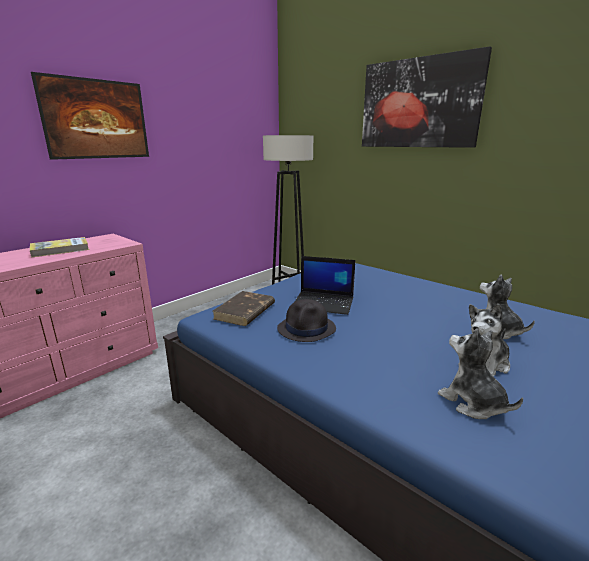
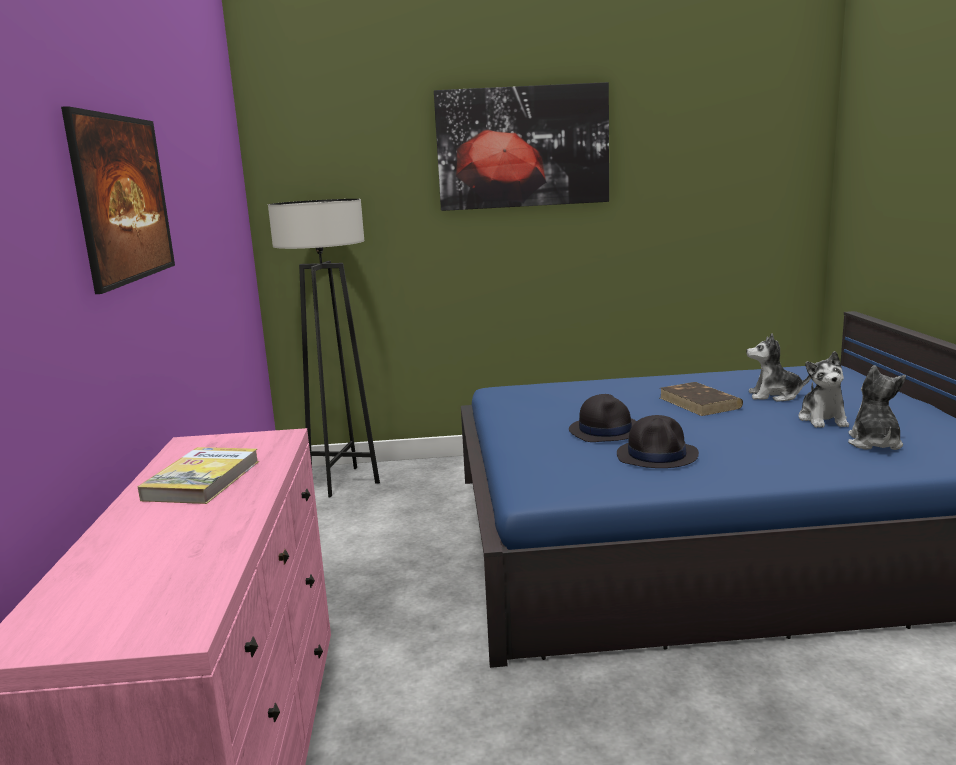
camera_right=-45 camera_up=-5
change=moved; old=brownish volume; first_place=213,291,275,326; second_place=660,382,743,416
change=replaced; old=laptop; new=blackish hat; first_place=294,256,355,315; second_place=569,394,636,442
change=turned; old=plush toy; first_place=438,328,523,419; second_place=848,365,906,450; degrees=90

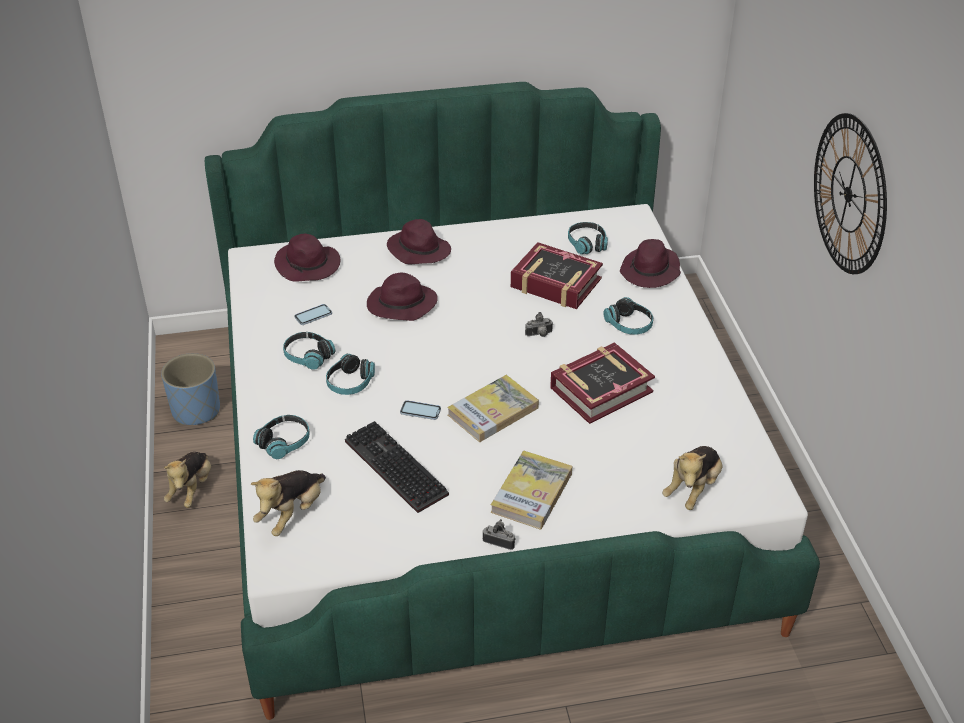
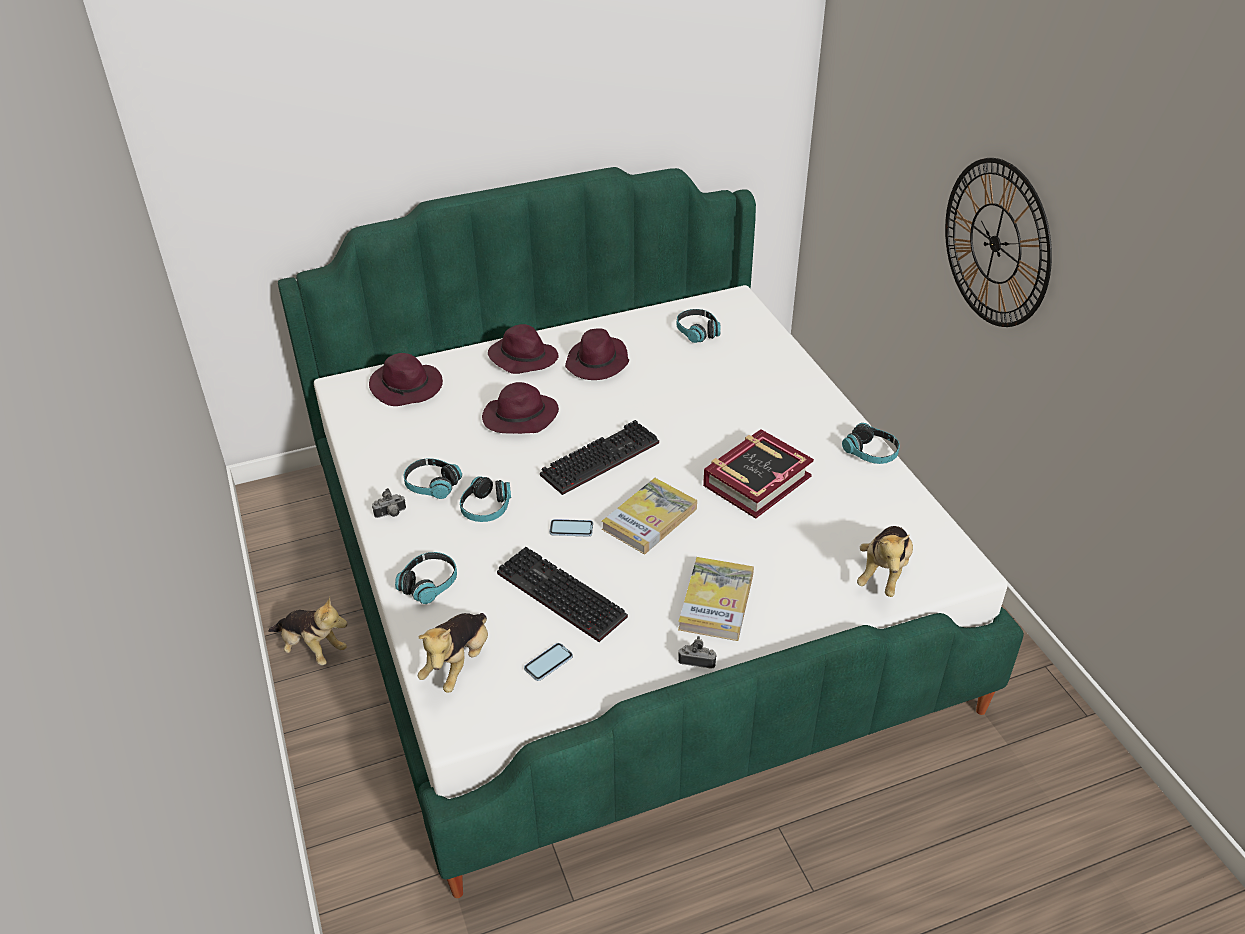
camera_right=-10 camera_up=0
change=removed; old=blue planter; first_place=161,353,220,425
change=turned; old=plush toy; first_place=164,452,211,508; second_place=268,596,348,666; degrees=-60
change=moved; old=telephone; first_place=294,304,332,325; second_place=524,643,573,681
change=removed; old=volume; first_place=511,242,603,309
change=moved; old=still camera; first_place=525,312,553,337; second_place=372,488,406,518
change=moved; old=headset; first_place=604,297,653,335; second_place=842,423,900,464
change=moved; old=purple hat; first_place=620,239,681,288; second_place=565,328,629,380
change=added; new=keyboard; second_place=540,420,659,495

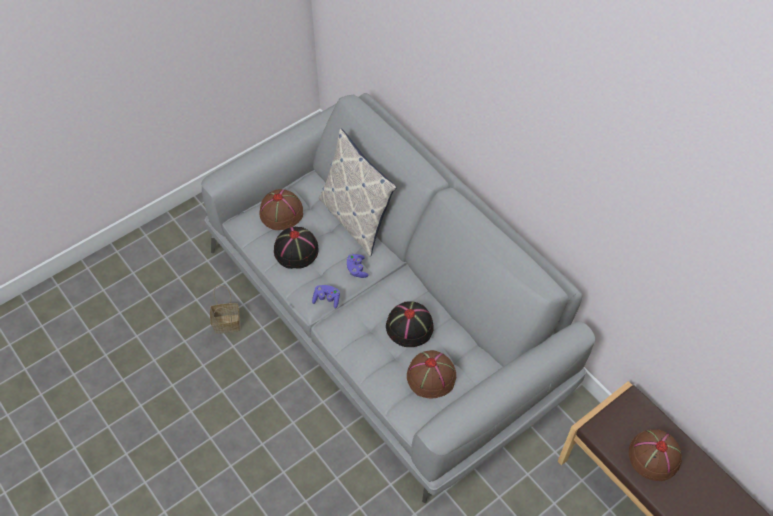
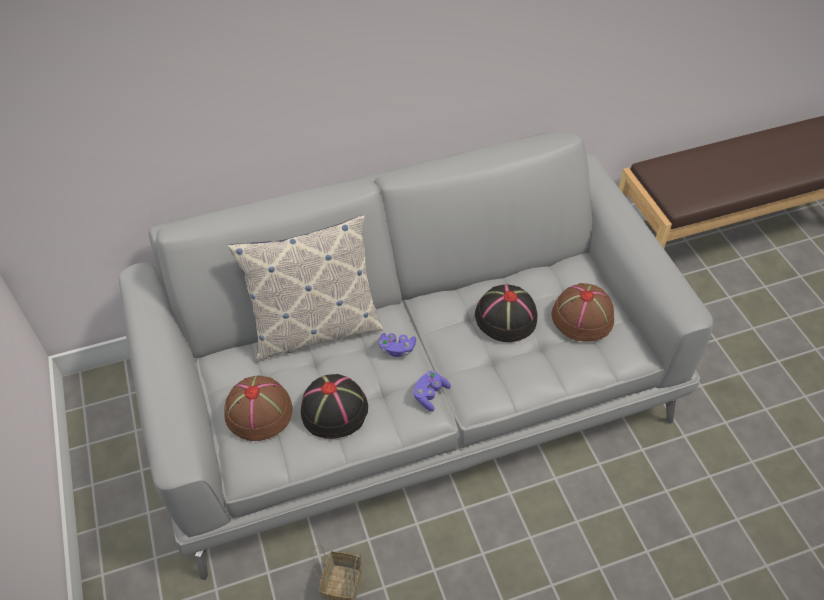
camera_right=-70 camera_up=-5
change=removed; old=brownish hat; first_place=629,429,682,481

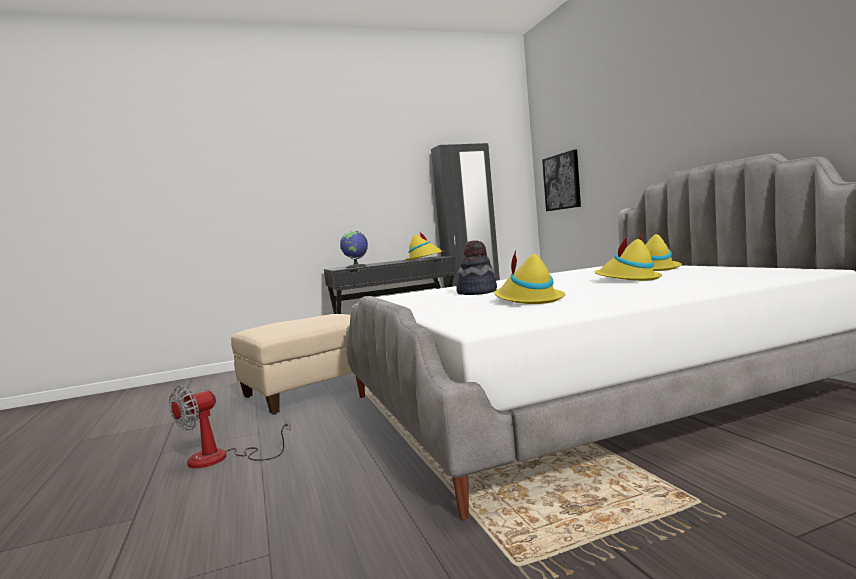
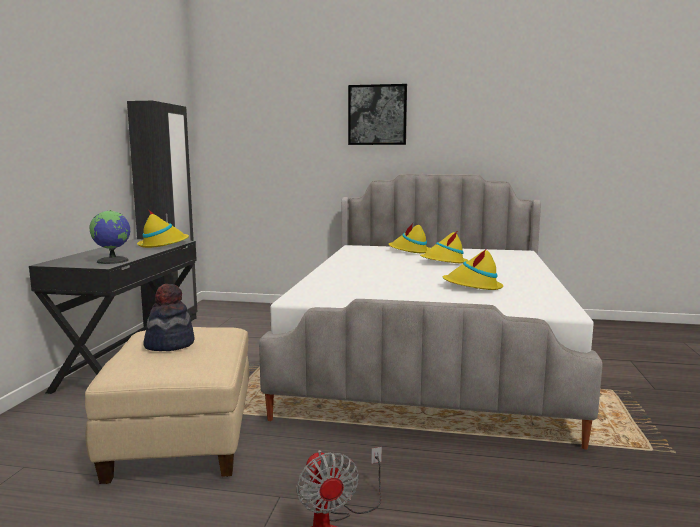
camera_right=-60 camera_up=5
change=moved; old=hat; first_place=456,240,497,295; second_place=143,284,195,351
change=moved; old=picture; first_place=542,150,581,211; second_place=348,84,407,145

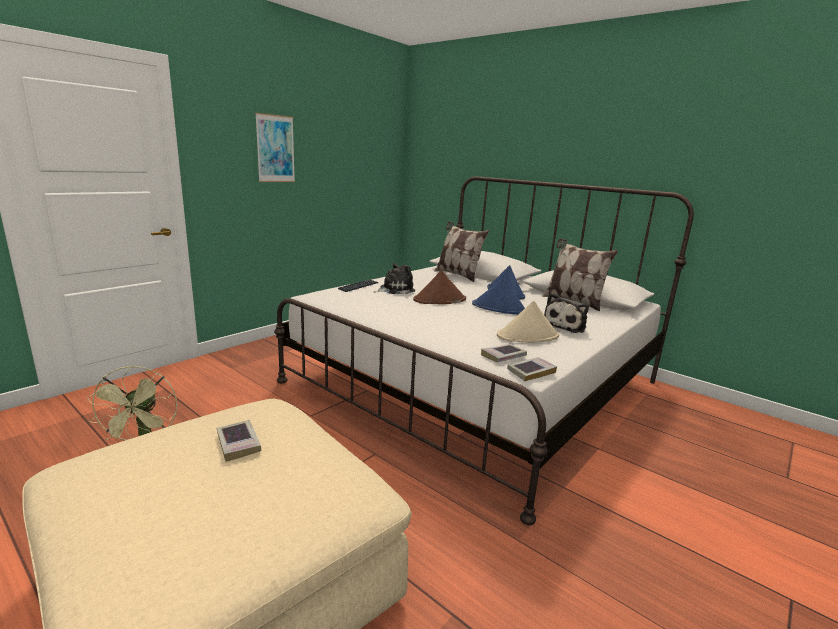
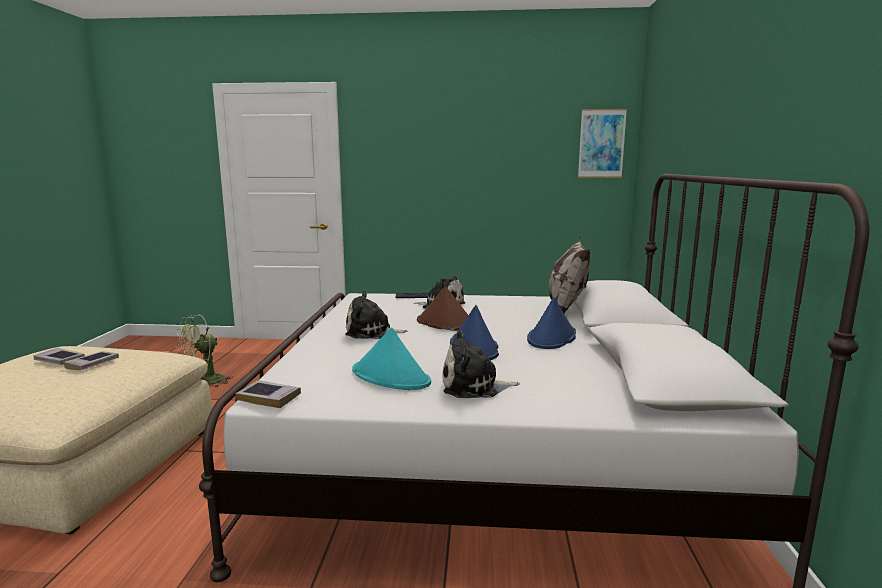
camera_right=55 camera_up=-5
change=moved; old=picture; first_place=255,113,295,182; second_place=578,109,627,178
change=moved; old=volume; first_place=481,344,527,363; second_place=34,348,85,365
change=recoloured; old=beige-coloured hat; new=turquoise-coloured hat; first_place=497,301,559,343; second_place=352,327,431,390
change=removed; old=cushion; first_place=543,238,618,311
change=added; new=plush toy; second_place=345,291,407,339

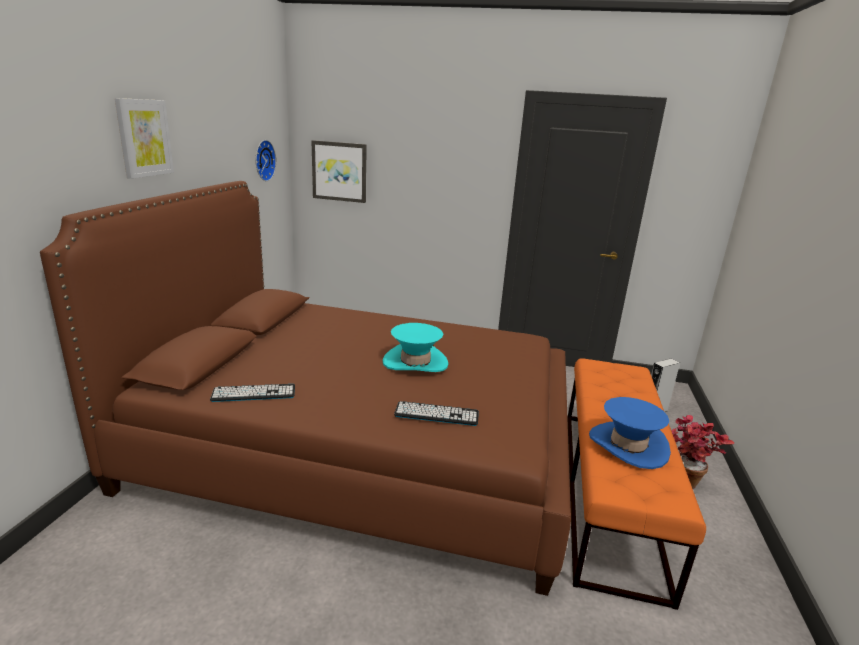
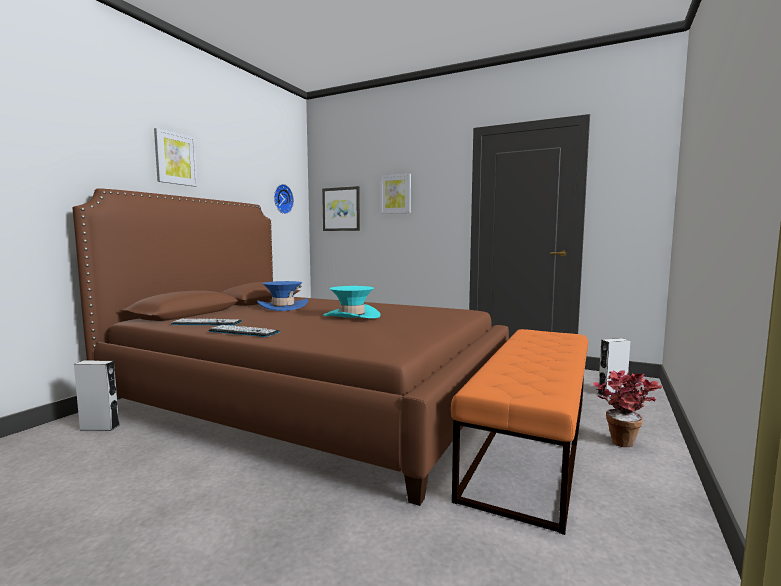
camera_right=15 camera_up=-15
change=moved; old=keyboard; first_place=394,401,479,426; second_place=208,325,280,337
change=moved; old=blue hat; first_place=589,397,671,469; second_place=257,281,308,311
change=added; new=greyish loudspeaker; second_place=74,361,119,431
change=added; new=picture; second_place=380,174,411,214

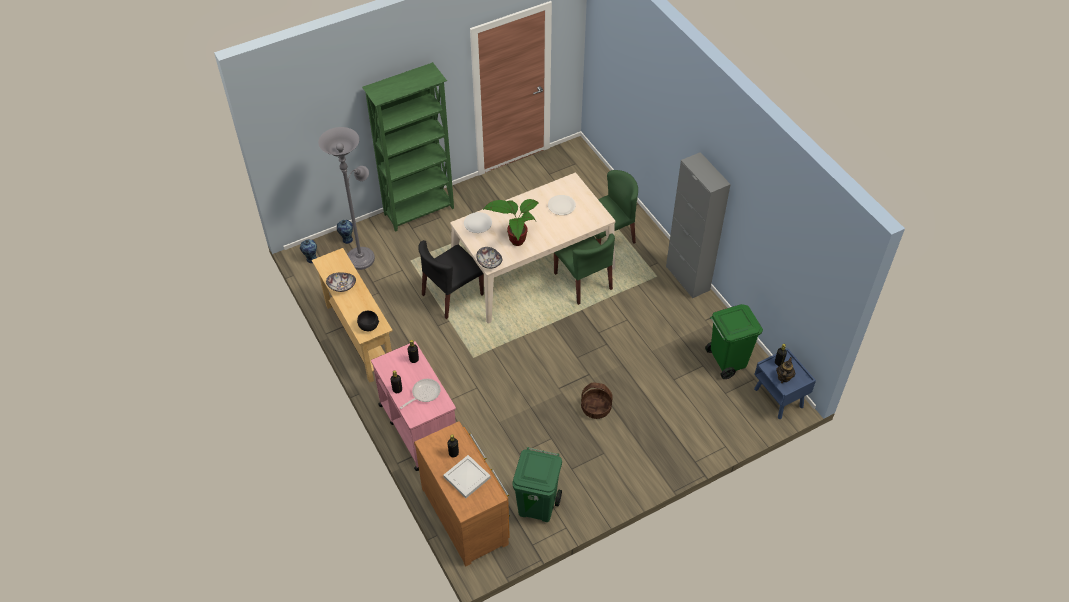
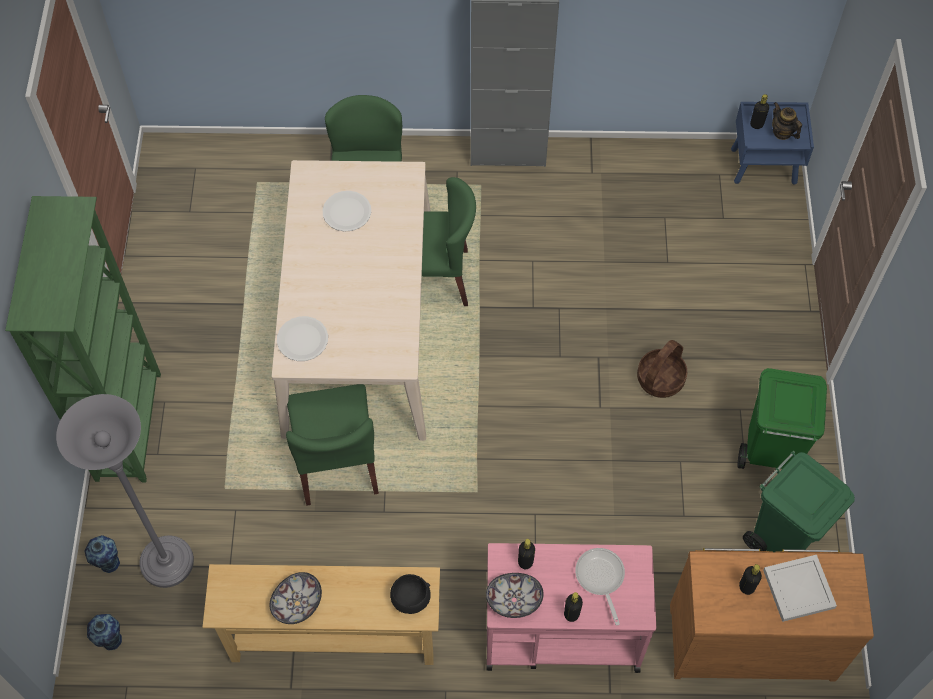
camera_right=-60 camera_up=10
change=recoloured; old=blackish chair; new=greenish chair; first_place=418,240,484,319; second_place=286,384,379,506
change=moved; old=bowl; first_place=476,247,502,269; second_place=486,573,544,618
change=removed; old=houseplant; first_place=483,199,538,246
change=moved; old=greenish trash can; first_place=705,304,763,379; second_place=738,368,827,469

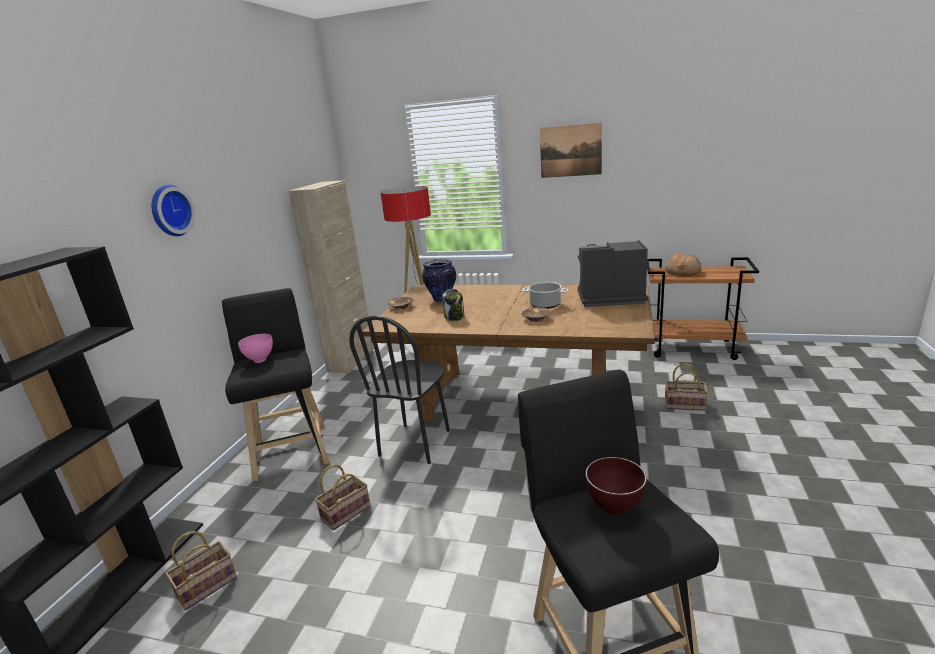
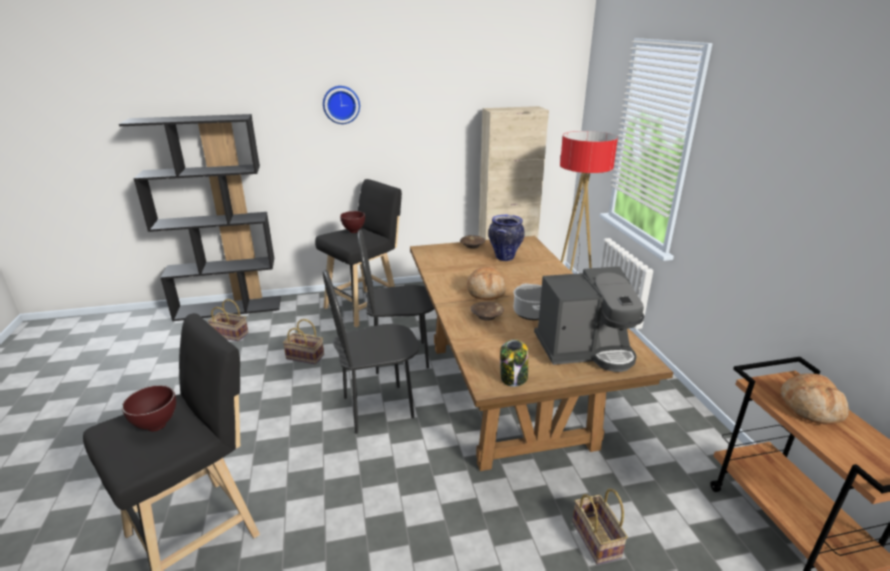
camera_right=60 camera_up=5
change=recoloured; old=pink bowl; new=brownish bowl; first_place=238,333,273,363; second_place=340,211,365,233
change=moved; old=jar; first_place=442,289,464,321; second_place=500,339,528,387
change=removed; old=picture; first_place=540,123,602,178
change=turned; old=coffee brewer; first_place=578,240,648,307; second_place=534,266,645,372; degrees=105
change=added; new=blackish chair; second_place=323,270,420,434
change=added; new=baked bread; second_place=467,267,506,300

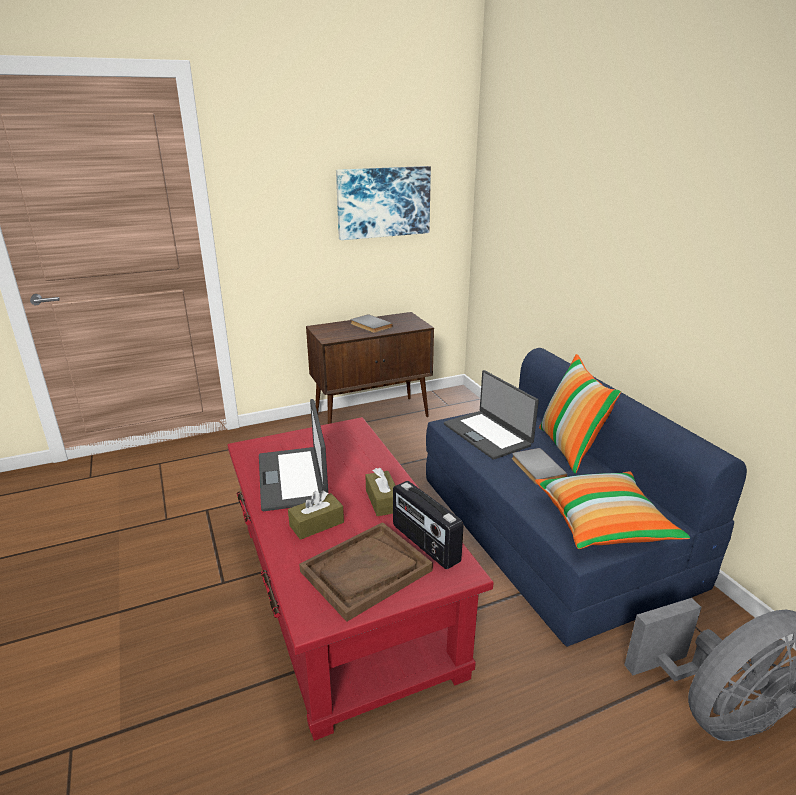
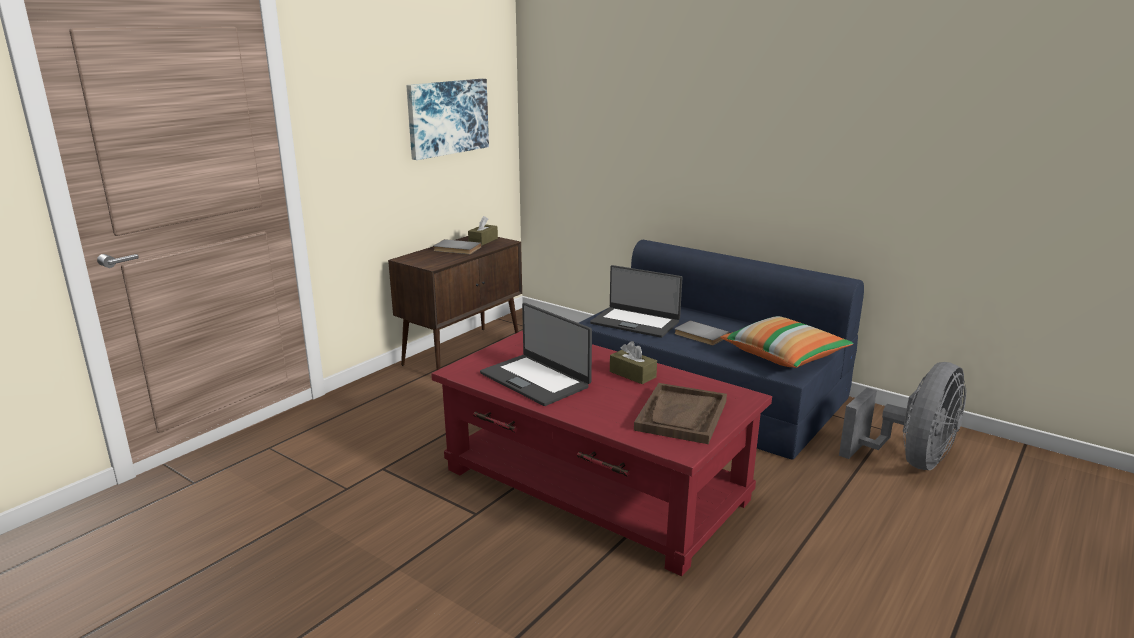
camera_right=-30 camera_up=-5
change=moved; old=brownish tissue box; first_place=288,490,344,540; second_place=468,216,498,245
change=removed; old=radio receiver; first_place=393,481,464,569
change=removed; old=cushion; first_place=539,354,621,474

